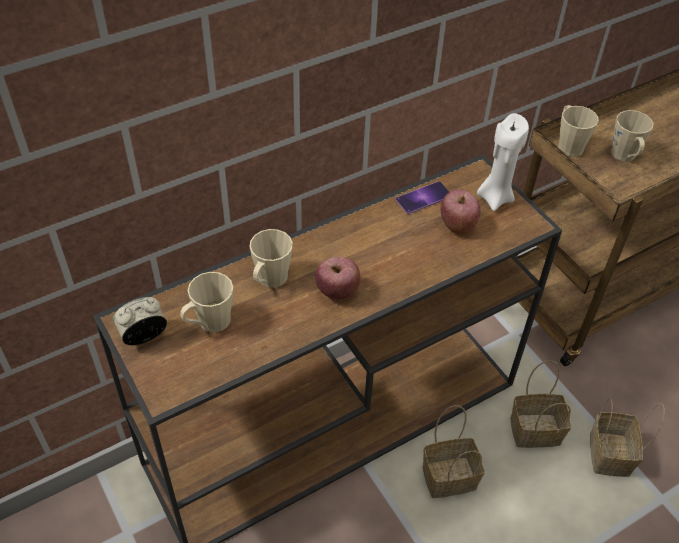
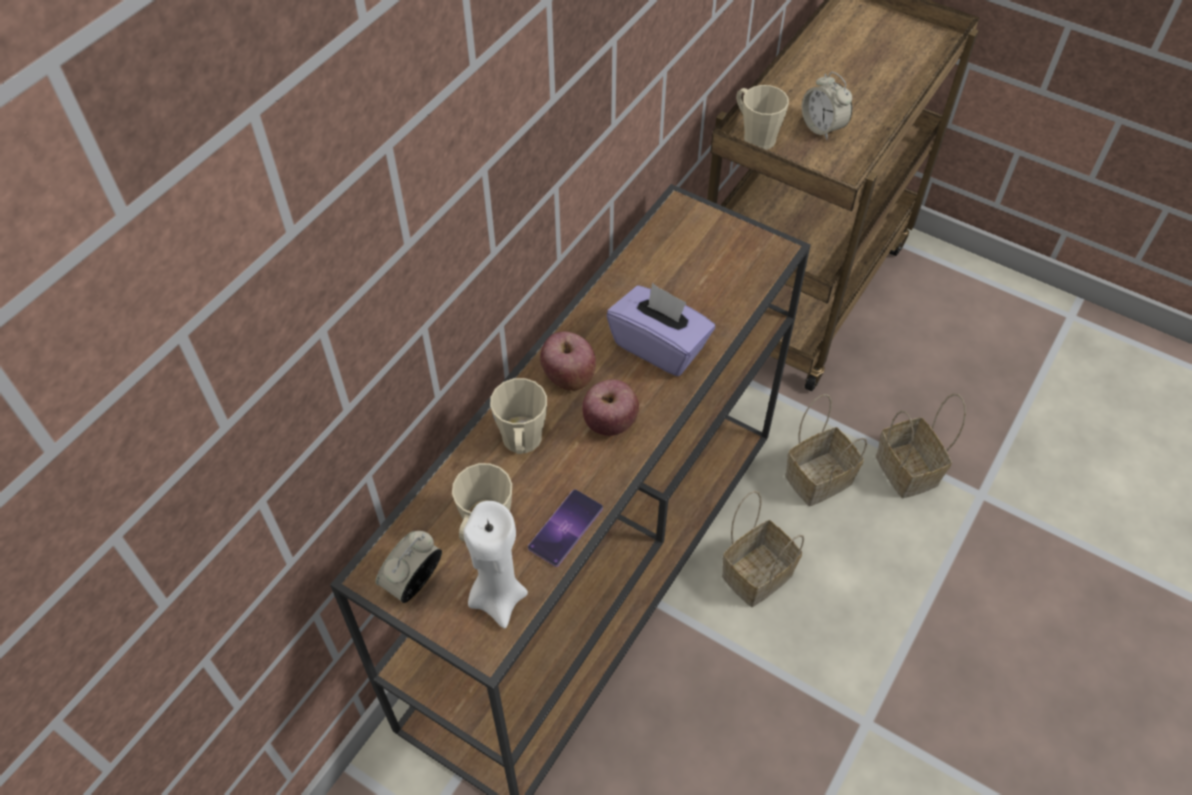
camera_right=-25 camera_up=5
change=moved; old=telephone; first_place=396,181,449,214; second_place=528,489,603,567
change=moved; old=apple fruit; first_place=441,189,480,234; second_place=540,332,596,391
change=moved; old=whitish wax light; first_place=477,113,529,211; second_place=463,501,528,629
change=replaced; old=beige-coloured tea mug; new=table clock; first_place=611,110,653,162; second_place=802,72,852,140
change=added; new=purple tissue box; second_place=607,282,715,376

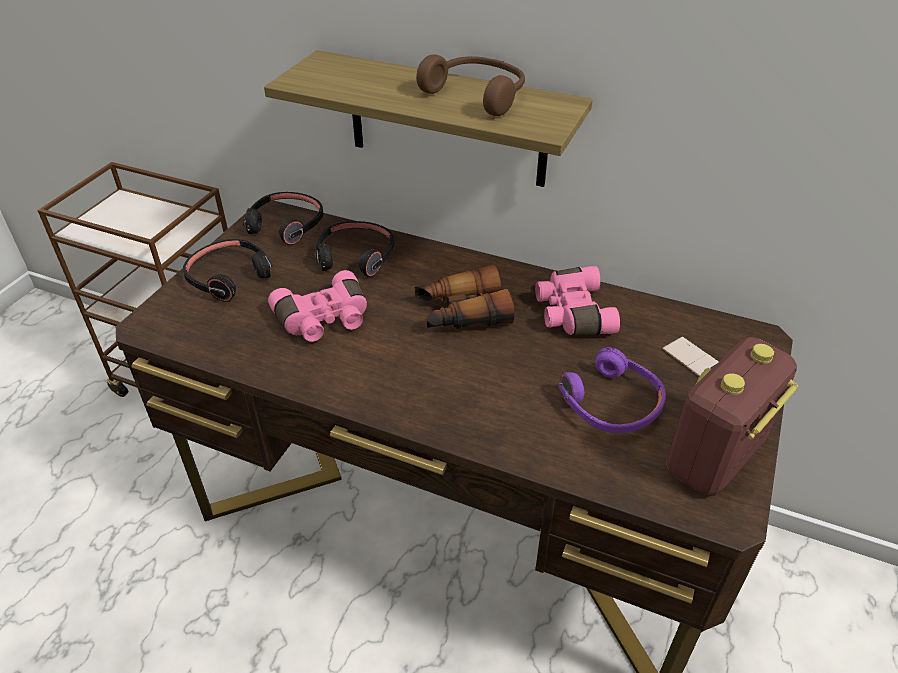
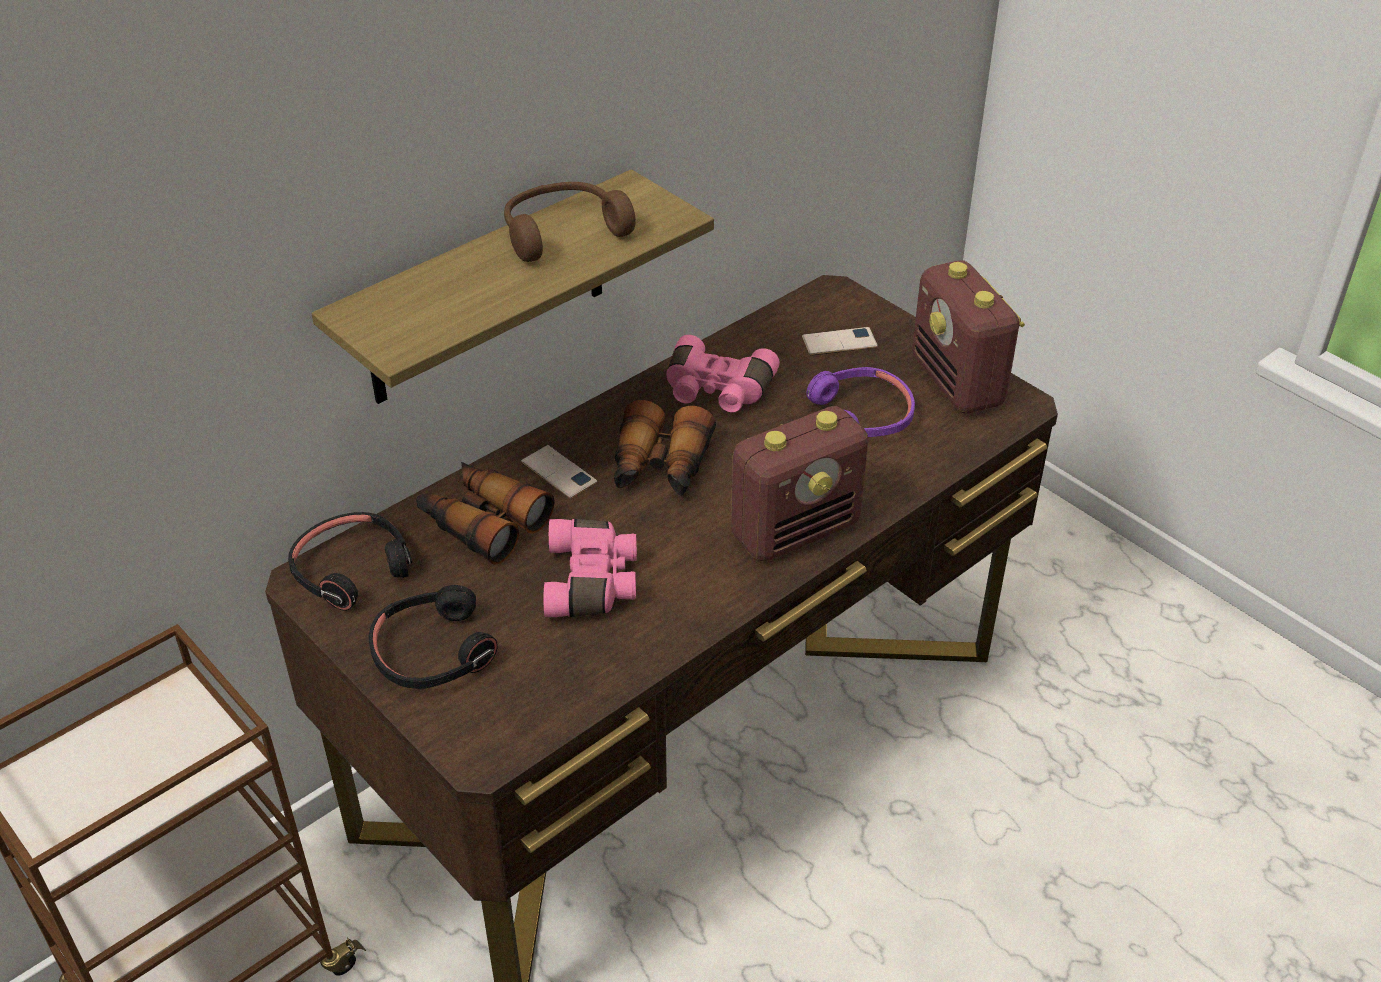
camera_right=-65 camera_up=0
change=replaced; old=blackish headset; new=field glasses; first_place=316,221,394,277; second_place=416,462,555,565
change=added; new=telephone; second_place=521,445,597,499
change=added; new=radio receiver; second_place=731,406,868,561

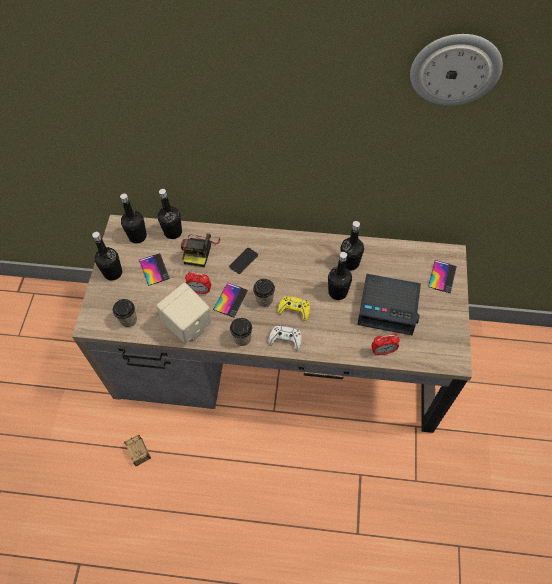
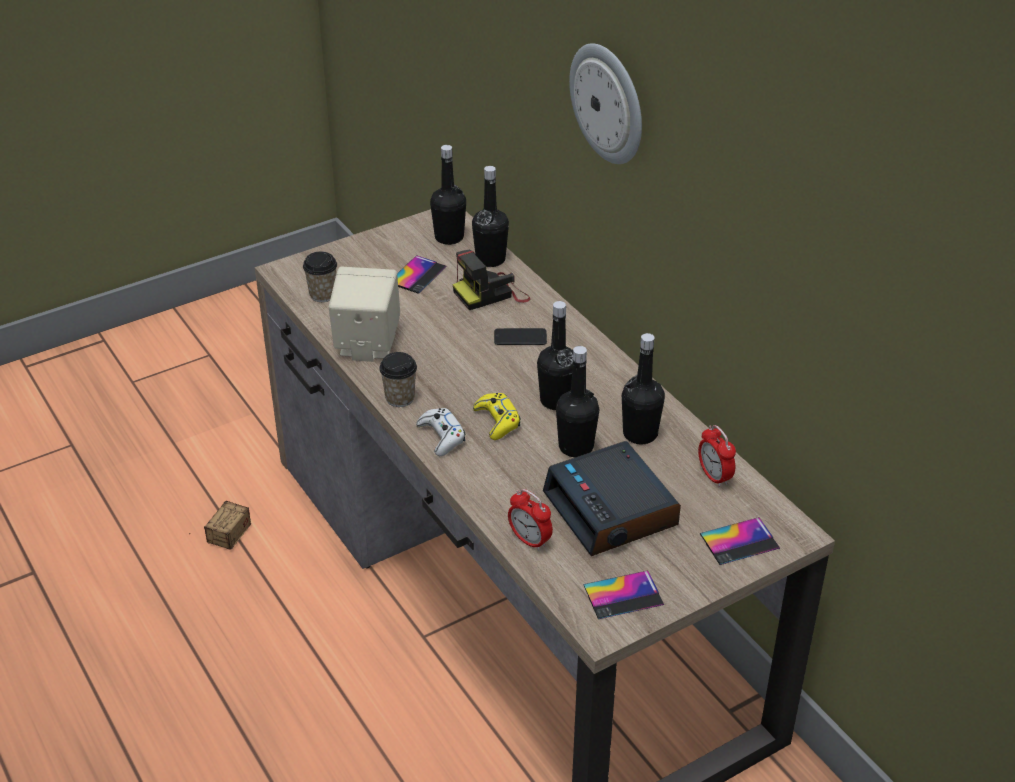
camera_right=50 camera_up=-20
change=moved; old=blackish drink bottle; first_place=92,232,122,280; second_place=537,301,573,410
change=moved; old=table clock; first_place=185,272,211,294; second_place=698,425,736,488
change=moved; old=telephone; first_place=213,283,248,318; second_place=583,570,664,619
change=removed; old=cup; first_place=253,279,275,307
change=moved; old=hanging clock; first_place=410,34,503,106; second_place=569,43,642,164

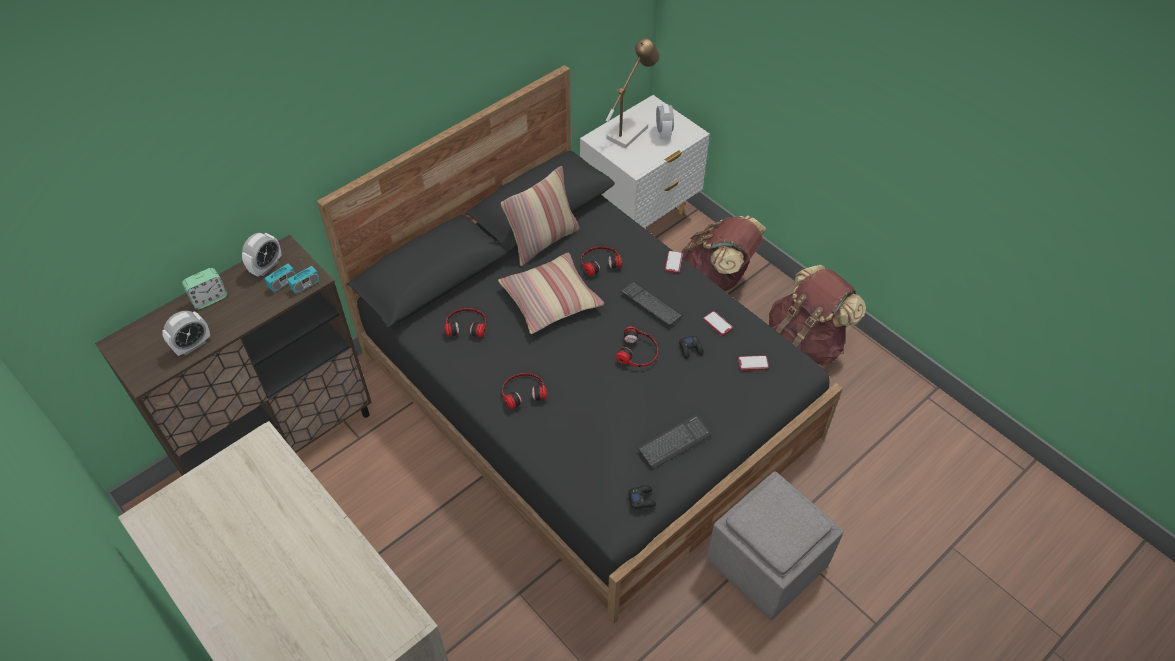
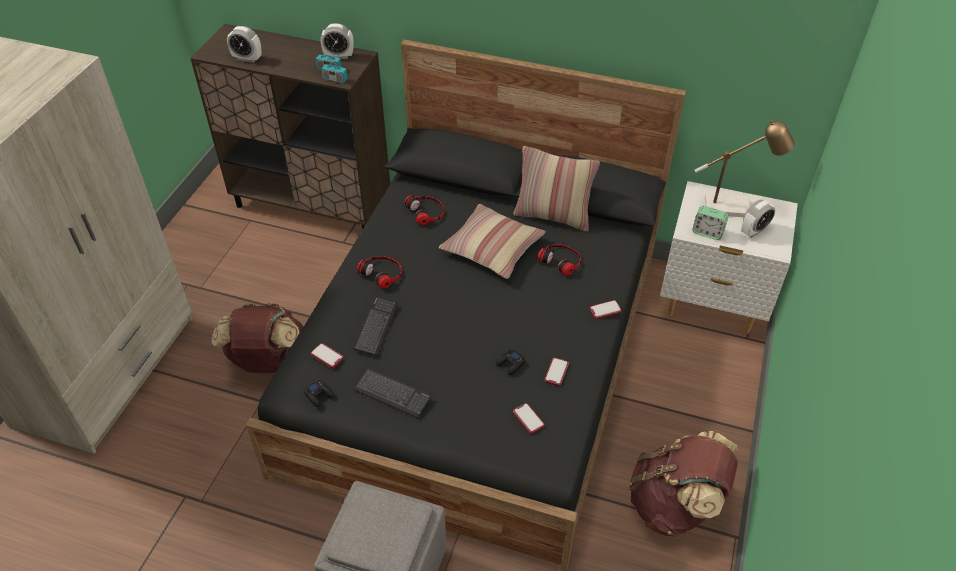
camera_right=60 camera_up=-5
change=moved; old=table clock; first_place=182,268,227,309; second_place=693,206,728,240
change=removed; old=headset; first_place=616,327,658,367
change=moved; old=keyboard; first_place=620,281,684,326; second_place=353,297,399,356
change=moved; old=brownish knapsack; first_place=682,216,766,291; second_place=212,303,304,373
change=added; new=telephone; second_place=311,343,344,369

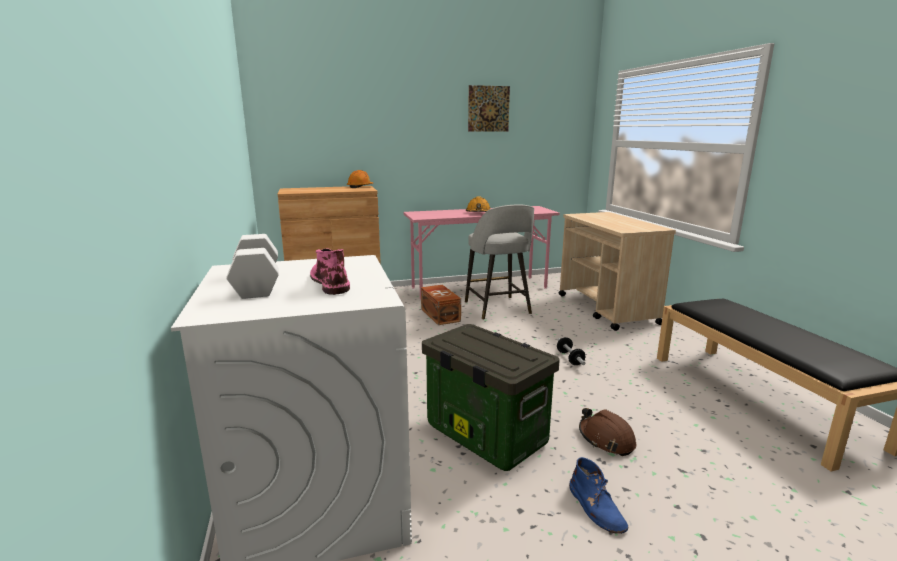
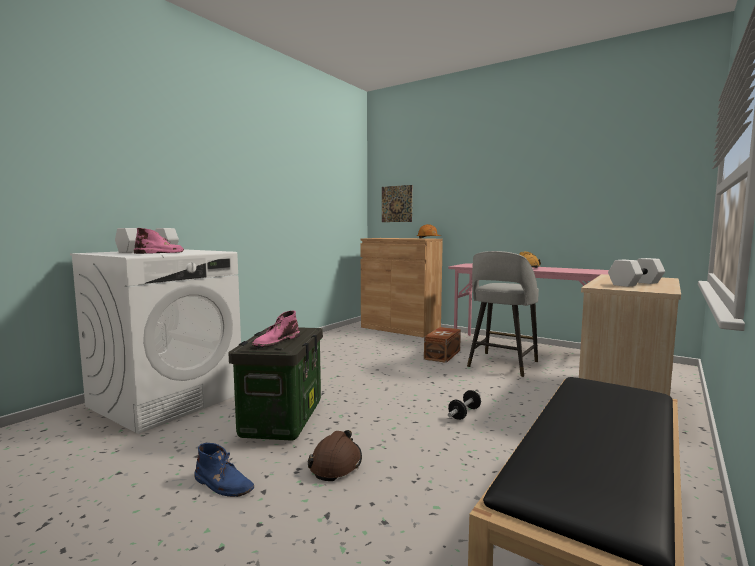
camera_right=50 camera_up=-10
change=moved; old=picture; first_place=468,85,510,132; second_place=382,185,412,222
change=turned; old=blue high-top boot; first_place=569,457,628,534; second_place=194,443,254,497; degrees=-90
change=added; new=pink high-top boot; second_place=252,310,300,348
change=added; new=whitish dumbbell; second_place=608,258,665,287

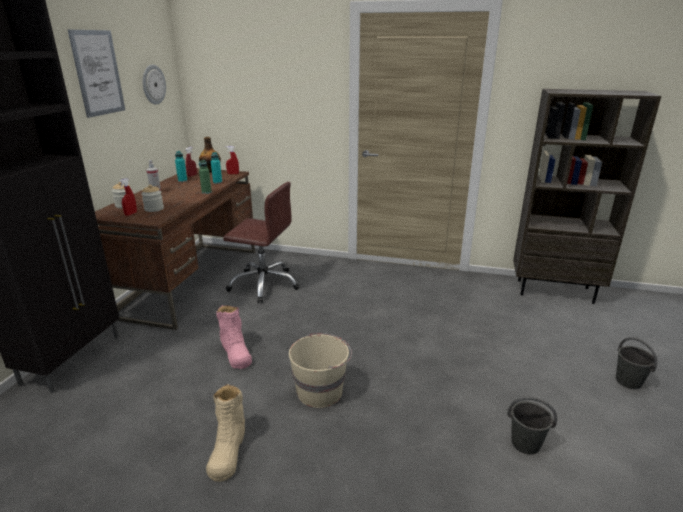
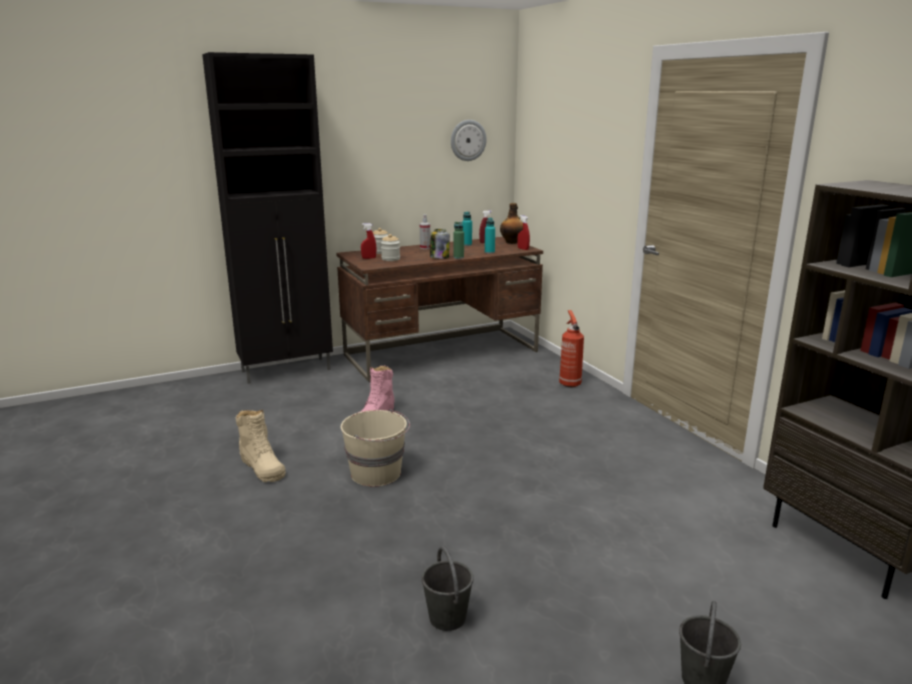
camera_right=50 camera_up=-5
change=removed; old=picture; first_place=68,30,125,118
change=turned; old=beige-coloured high-top boot; first_place=206,384,245,482; second_place=236,409,286,482; degrees=-90
change=removed; old=brownish office chair; first_place=223,182,300,303
change=added; new=jar; second_place=430,229,450,259
change=added; new=fire-fighting cylinder; second_place=559,310,584,387

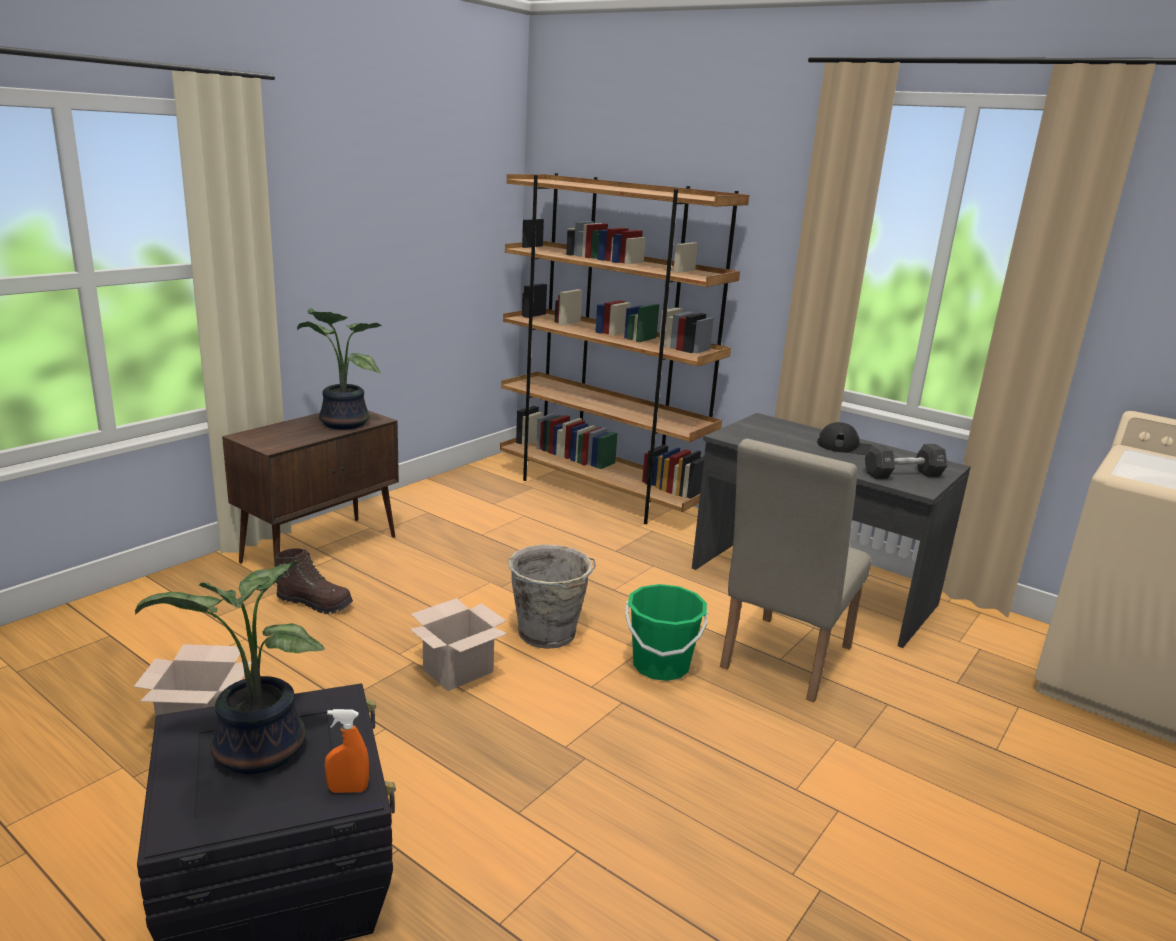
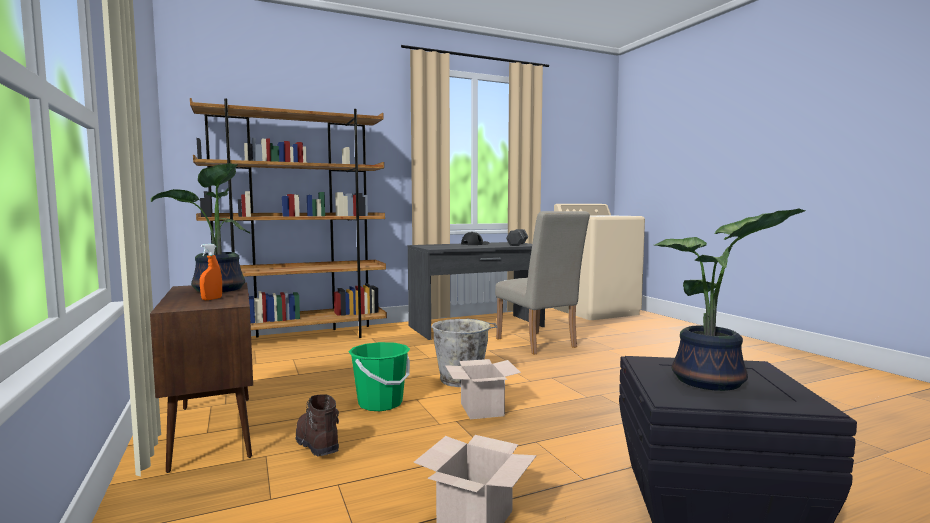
camera_right=-60 camera_up=-15
change=turned; old=brownish high-top boot; first_place=275,548,353,614; second_place=296,394,339,456; degrees=-75
change=moved; old=orangey spray bottle; first_place=325,709,369,793; second_place=200,244,222,300
change=moved; old=greenish pail; first_place=625,584,708,681; second_place=348,342,410,411

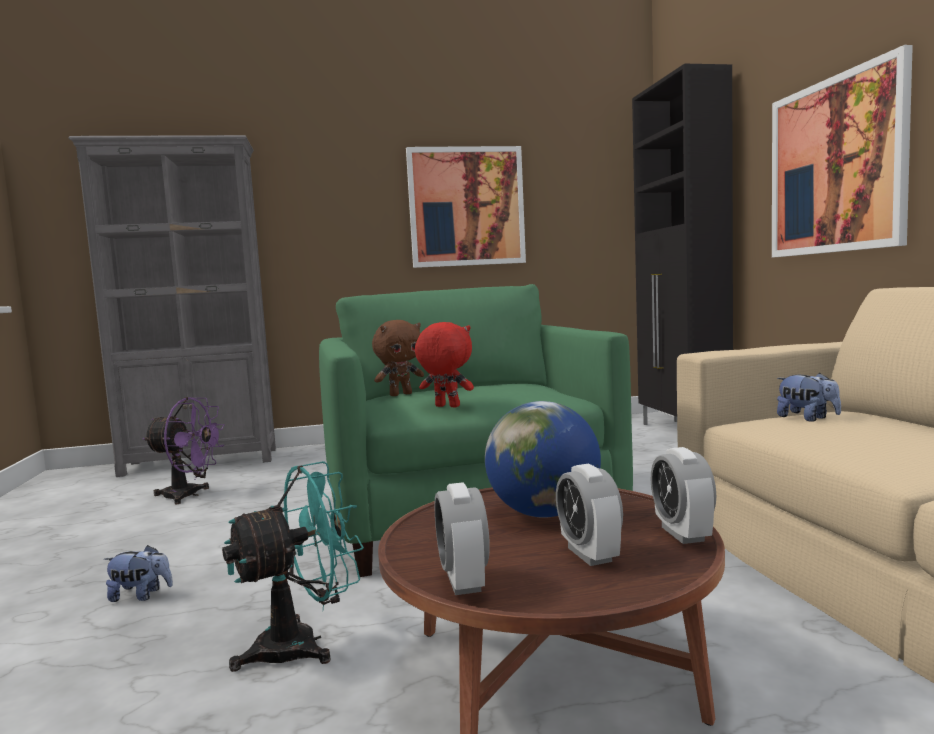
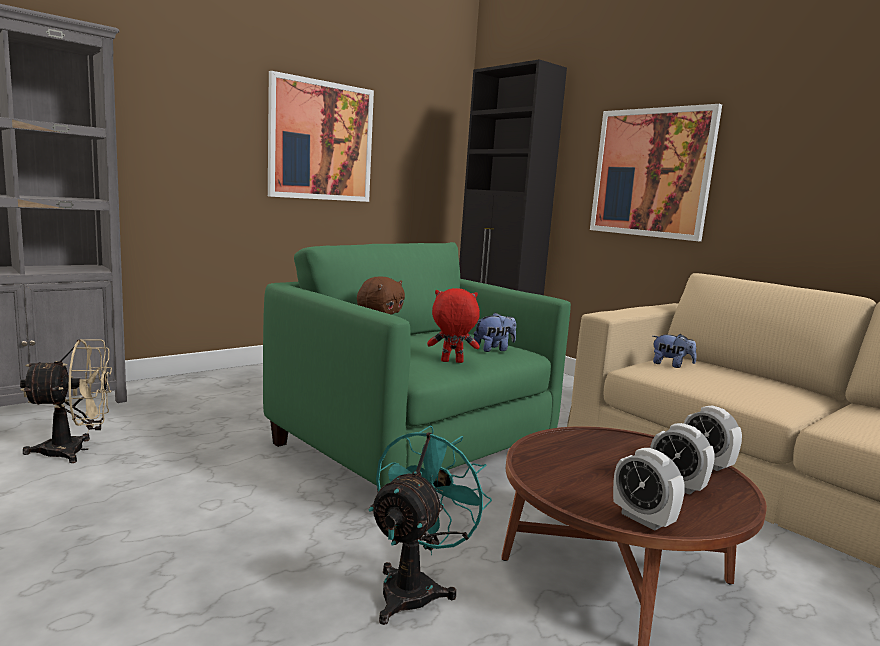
camera_right=-30 camera_up=5
change=moved; old=plush toy; first_place=104,545,173,602; second_place=473,312,516,352
change=recoloured; old=purple cooling fan; new=beige-coloured cooling fan; first_place=143,397,225,504; second_place=20,339,112,463
change=removed; old=desk globe; first_place=485,401,601,518

